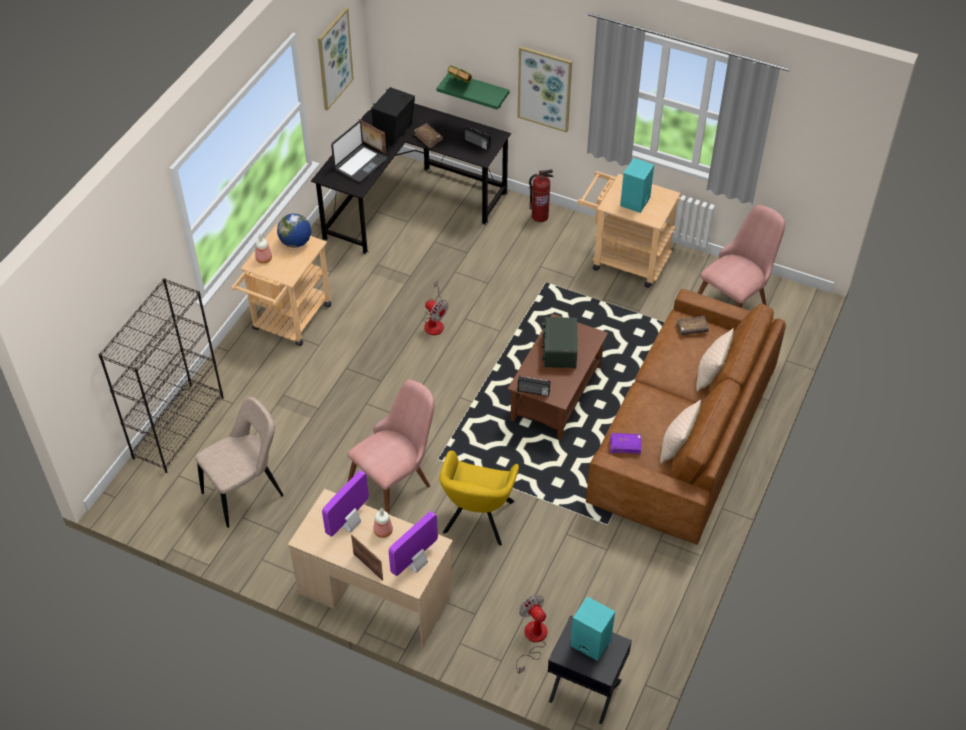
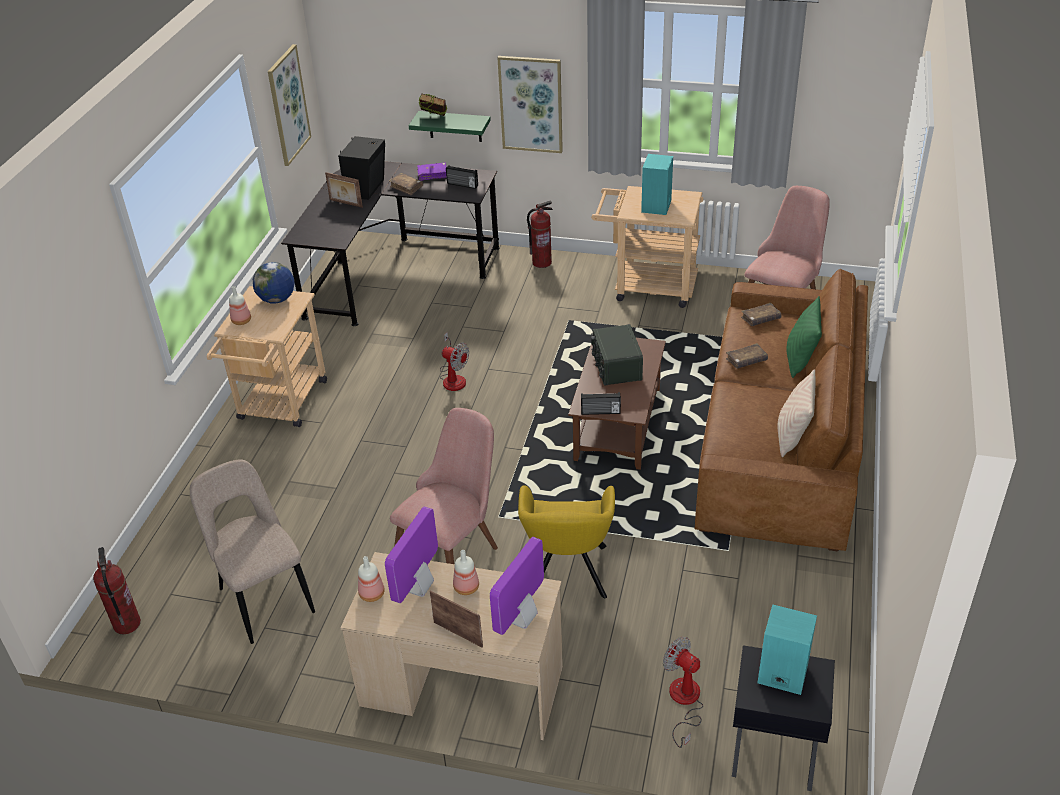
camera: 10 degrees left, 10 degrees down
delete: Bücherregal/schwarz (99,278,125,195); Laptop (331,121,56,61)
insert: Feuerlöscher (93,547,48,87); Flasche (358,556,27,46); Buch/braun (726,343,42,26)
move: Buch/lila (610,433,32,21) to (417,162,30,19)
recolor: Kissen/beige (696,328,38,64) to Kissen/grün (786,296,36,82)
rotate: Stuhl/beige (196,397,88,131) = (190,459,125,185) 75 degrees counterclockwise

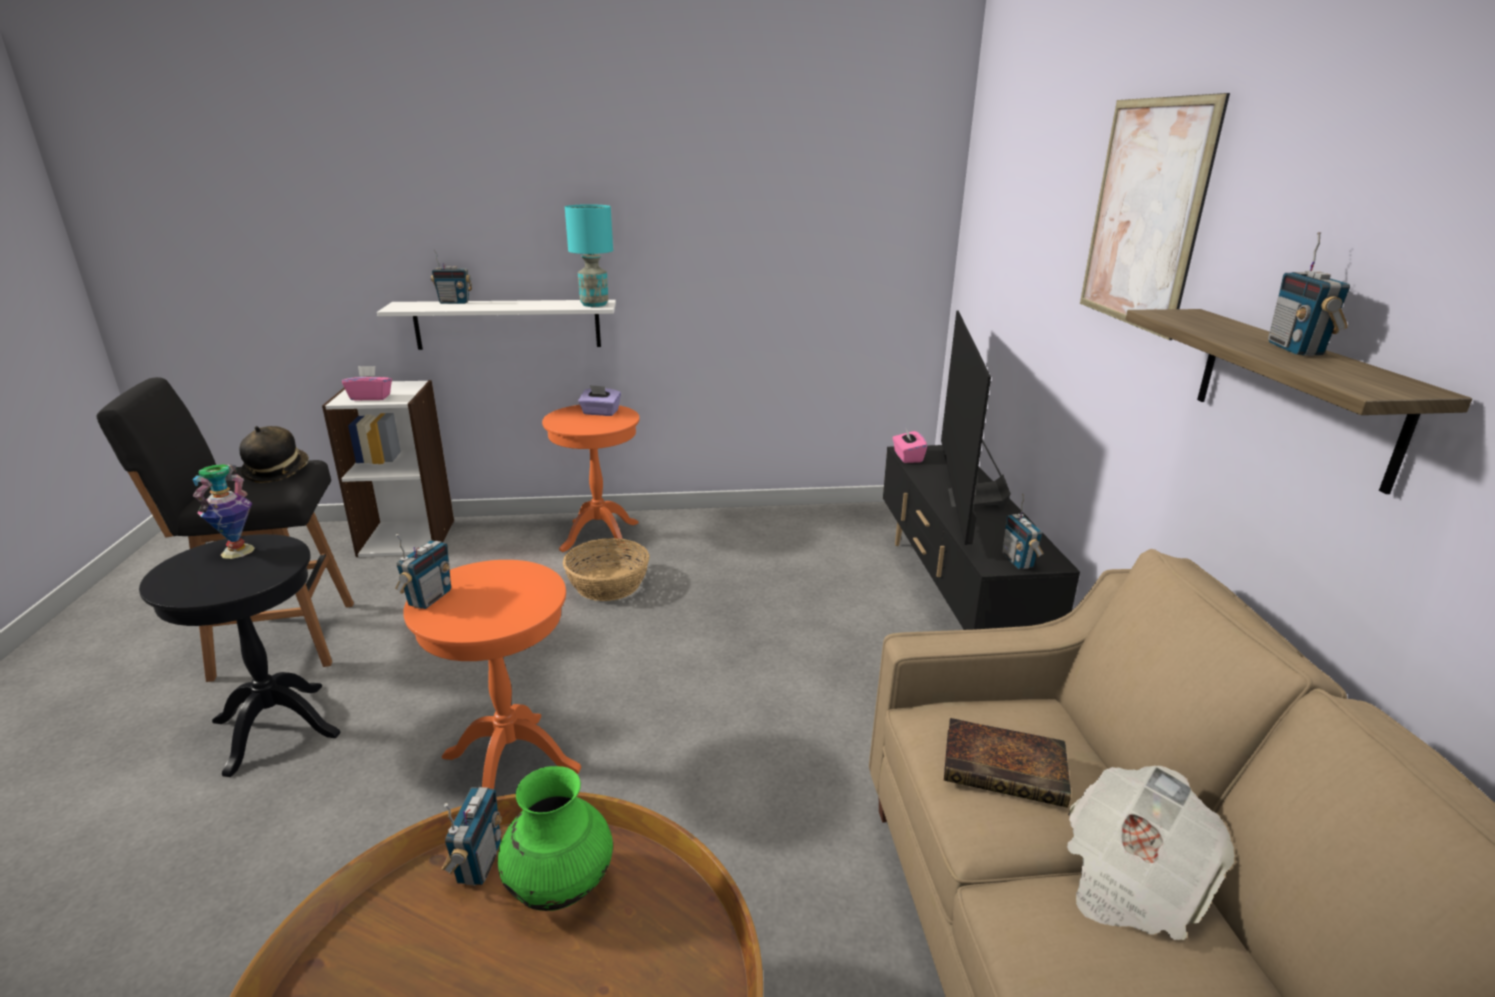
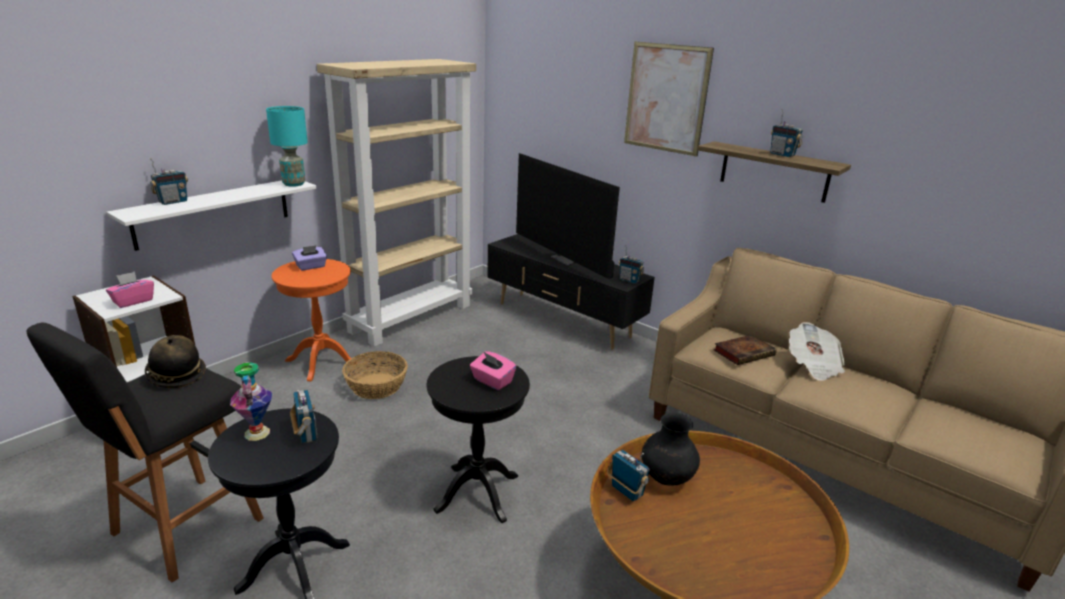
camera: 45 degrees left, 0 degrees up
insert: Bücherregal/beige (317,59,159,288)
move: Radio (395,534,56,75) to (290,390,28,54); Taschentuchbox/rosa (892,428,35,35) to (470,351,46,39)
recolor: Beistelltisch/orange (403,560,178,229) to Beistelltisch/schwarz (427,356,103,167); Vase/grün (498,766,115,145) to Vase/schwarz (641,413,59,72)

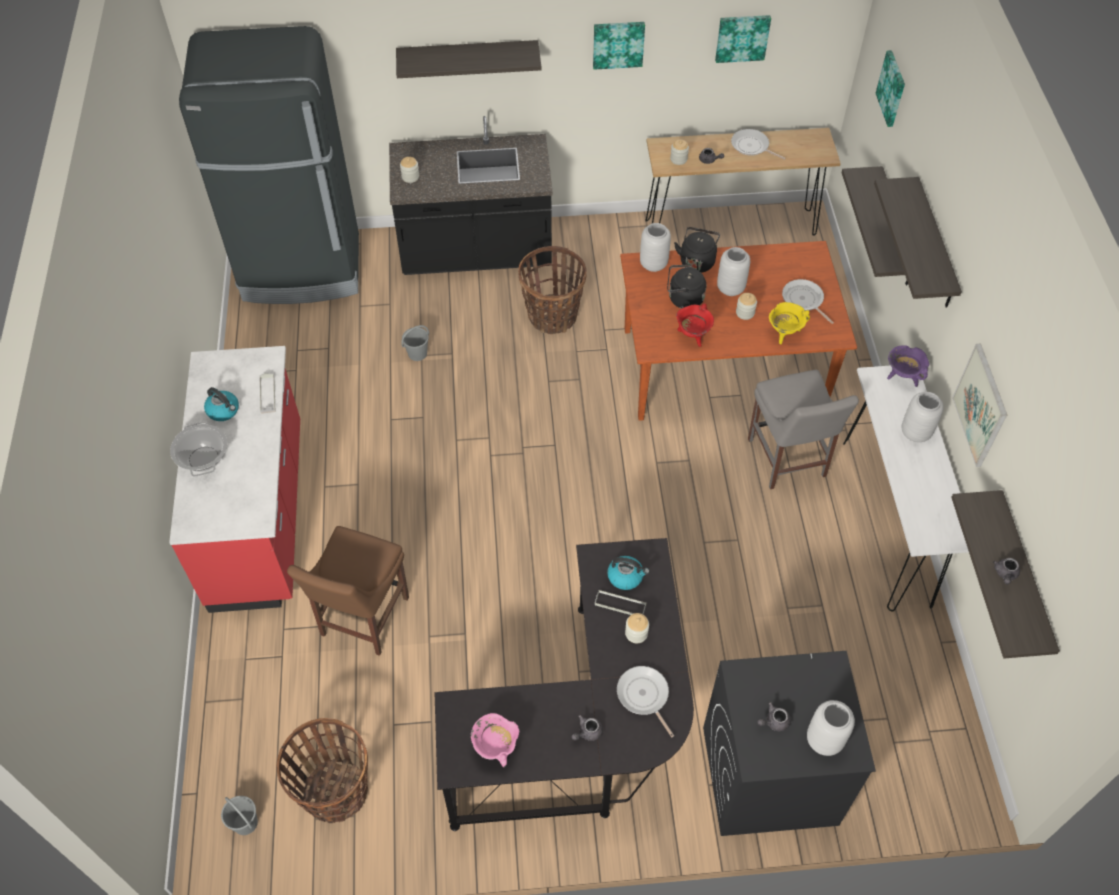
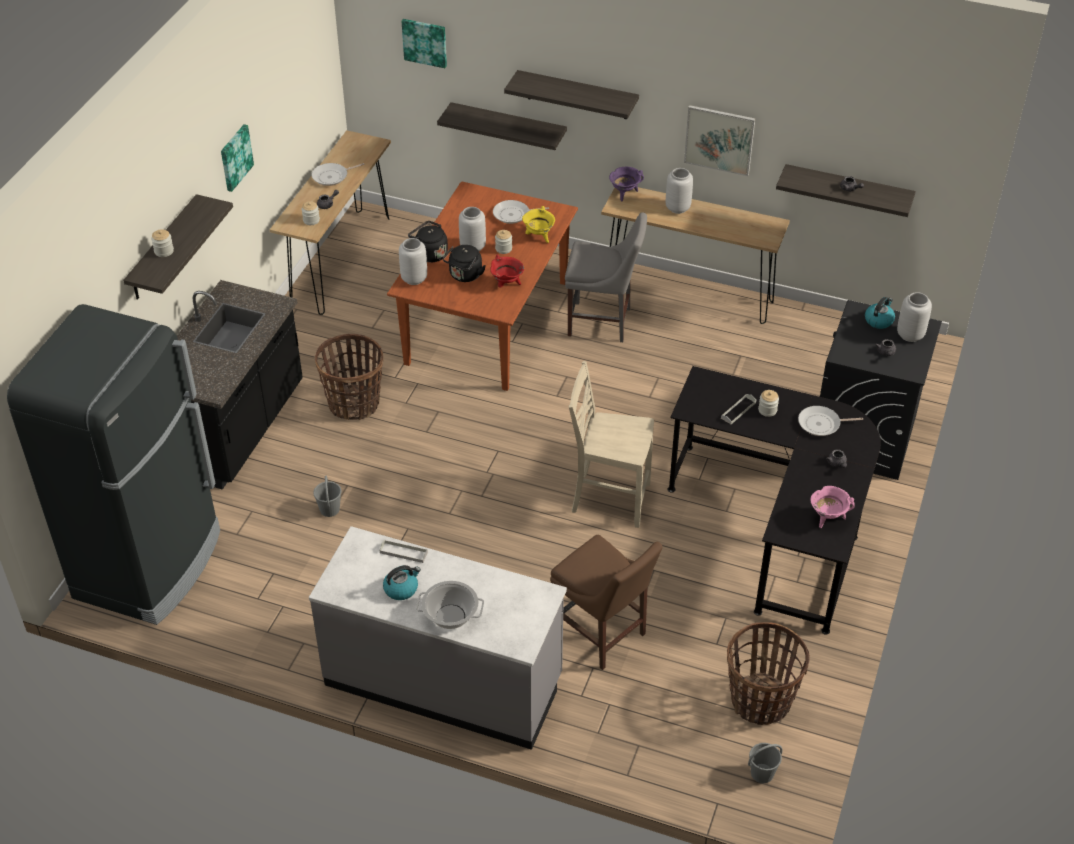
camera: 65 degrees left, 10 degrees down
delete: Bild (715,15,56,48)
insert: Stuhl/beige (569,361,85,167)
move: Vorratsglas (400,157,19,26) to (151,229,23,28); Wasserkessel (607,556,43,34) to (865,297,30,32)
recolor: Küchenzeile/rot (169,346,131,267) to Küchenzeile/grau (309,526,258,224); Konsolentisch/weiß (843,366,126,245) to Konsolentisch/braun (601,187,189,137)

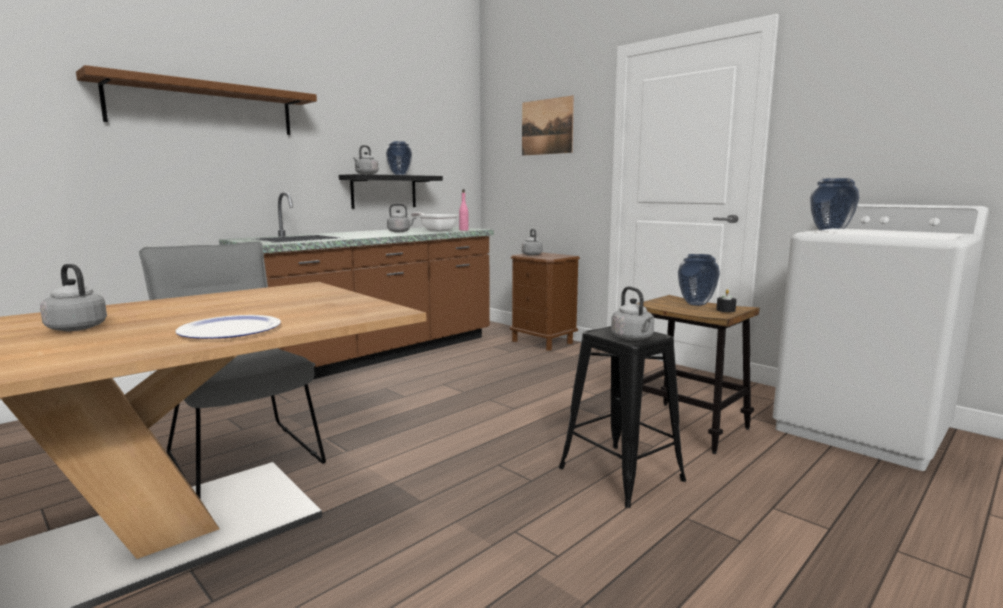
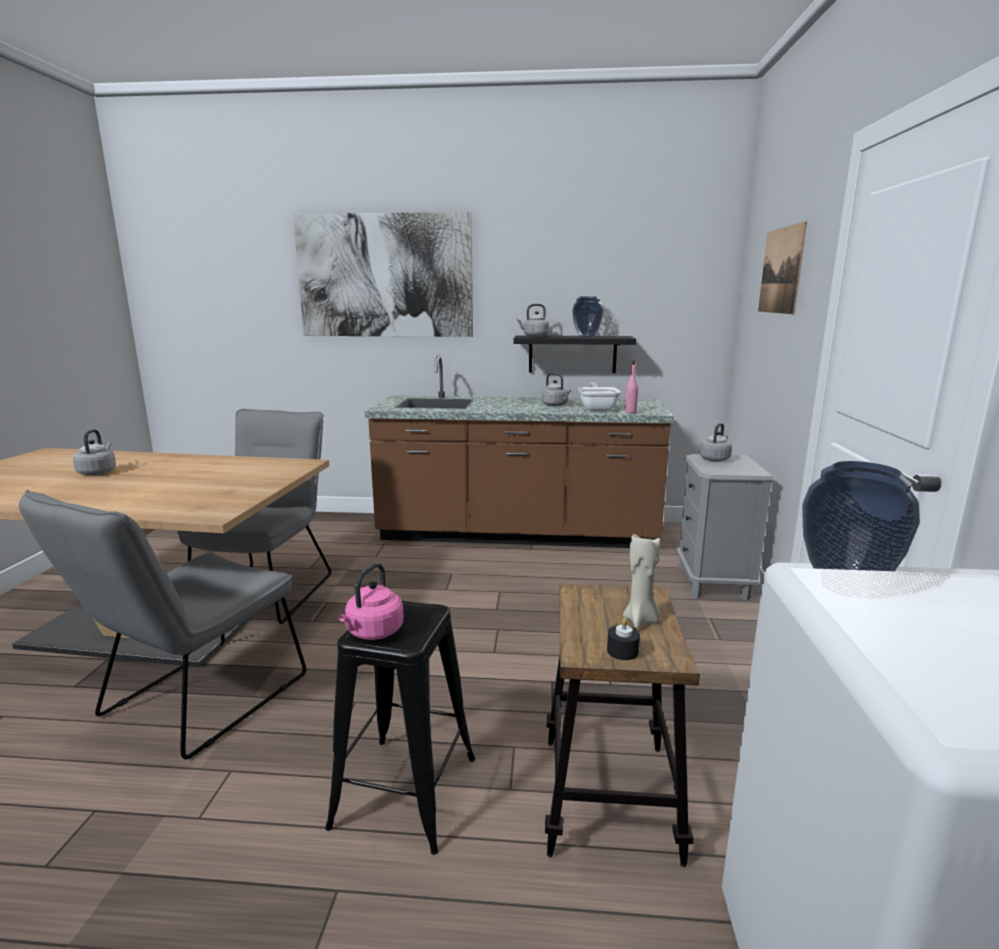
camera: 50 degrees right, 5 degrees up
delete: Teller (175,315,106,24)
insert: Stuhl/grau (19,489,287,270)
replace: Wandregal/braun (76,65,241,70) to Bild (293,212,180,125); Vase (678,254,42,52) to Kerze/beige (623,534,37,94)
recolor: Wasserkessel/grau (611,286,43,54) to Wasserkessel/rosa (338,563,66,77); Nachttisch/braun (510,252,70,99) to Nachttisch/grau (676,454,97,147)

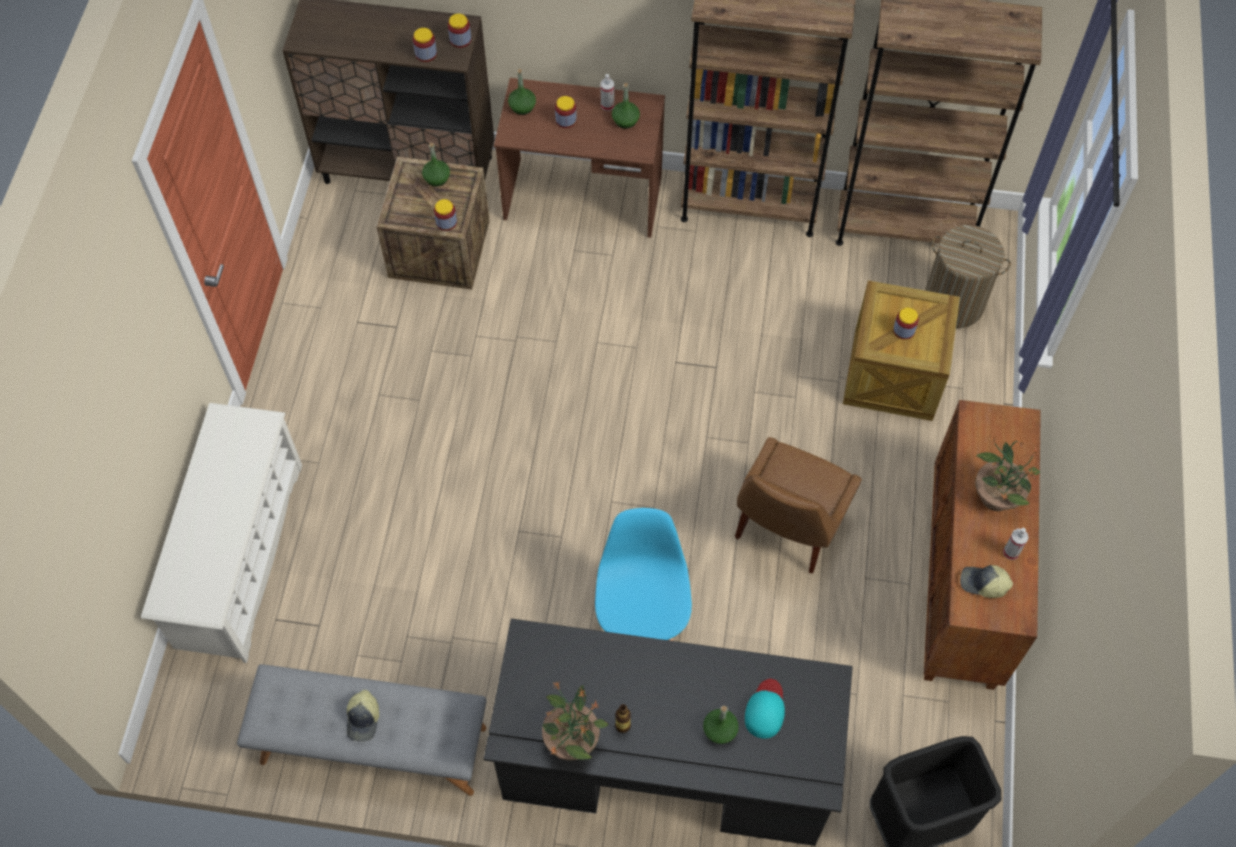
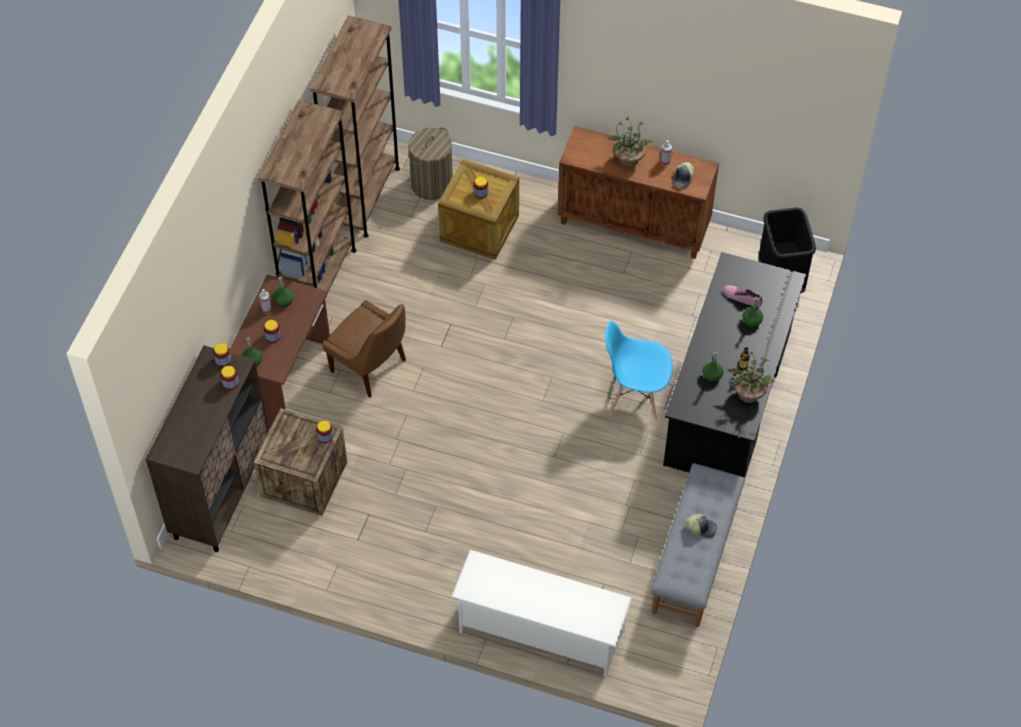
camera: 80 degrees left, 5 degrees down
move: Stuhl/braun (735,437,127,136) to (322,300,84,98); Flasche/grün (422,143,28,44) to (702,352,22,30)
replace: Kappe/türkis (745,679,40,60) to Schuh (724,285,38,22)

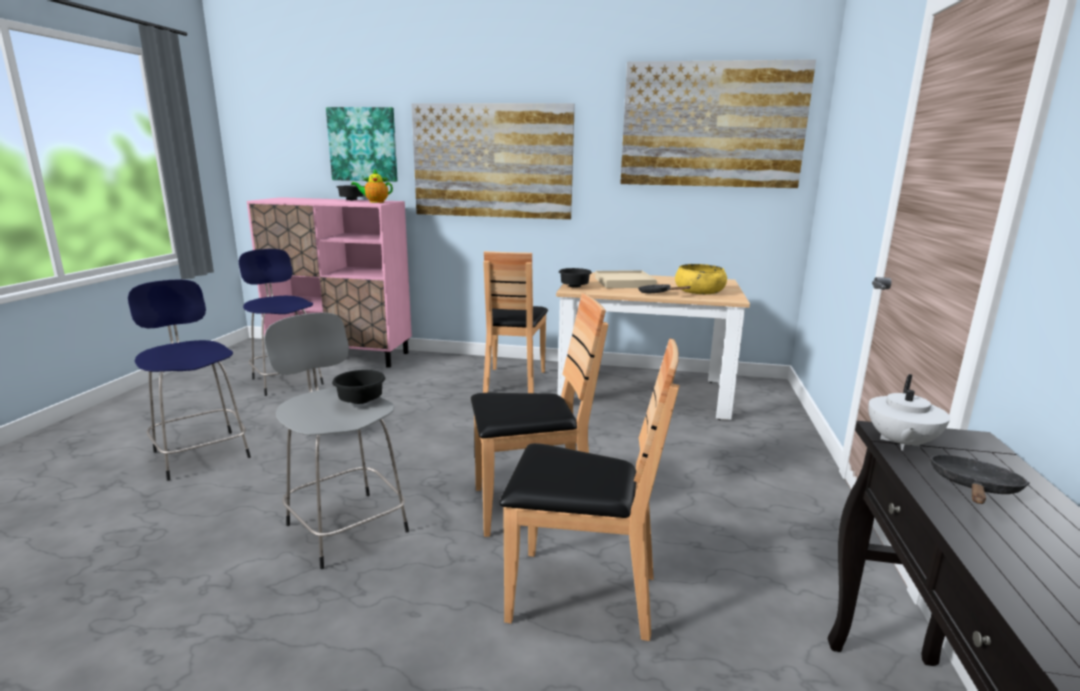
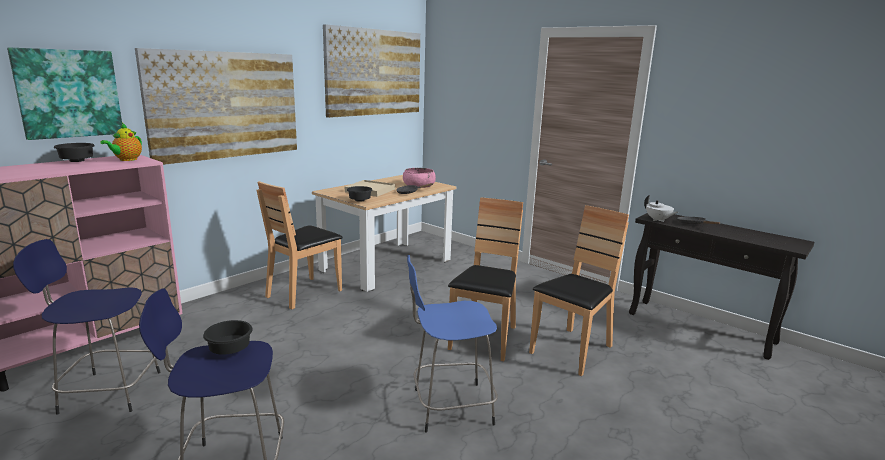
camera: 60 degrees left, 0 degrees up
move: Schüssel/schwarz (332,370,53,34) to (203,320,50,35)
recolor: Schüssel/gelb (675,264,52,30) to Schüssel/rosa (403,168,33,20); Hocker/grau (264,313,145,256) to Hocker/blau (407,255,91,177)
rotate: Stuhl/braun (483,251,65,142) = (257,181,86,128) 90 degrees clockwise

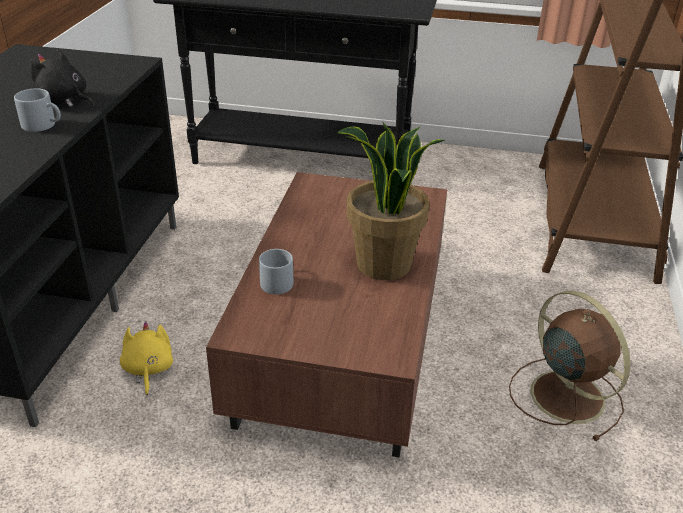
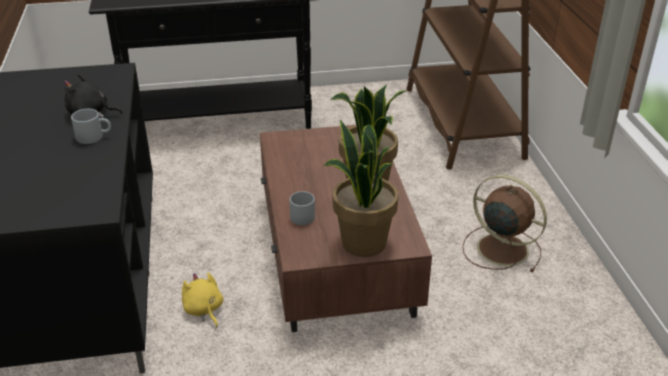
camera: 20 degrees left, 0 degrees up
insert: Topfpflanze (324,120,74,137)

